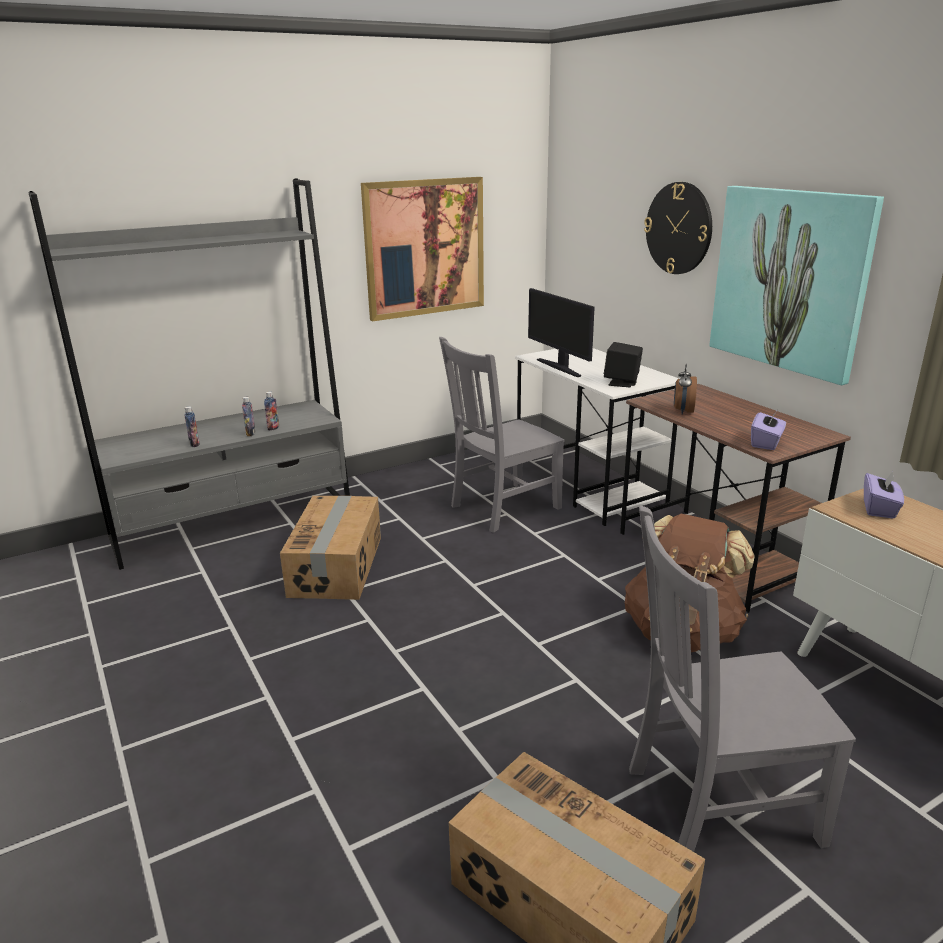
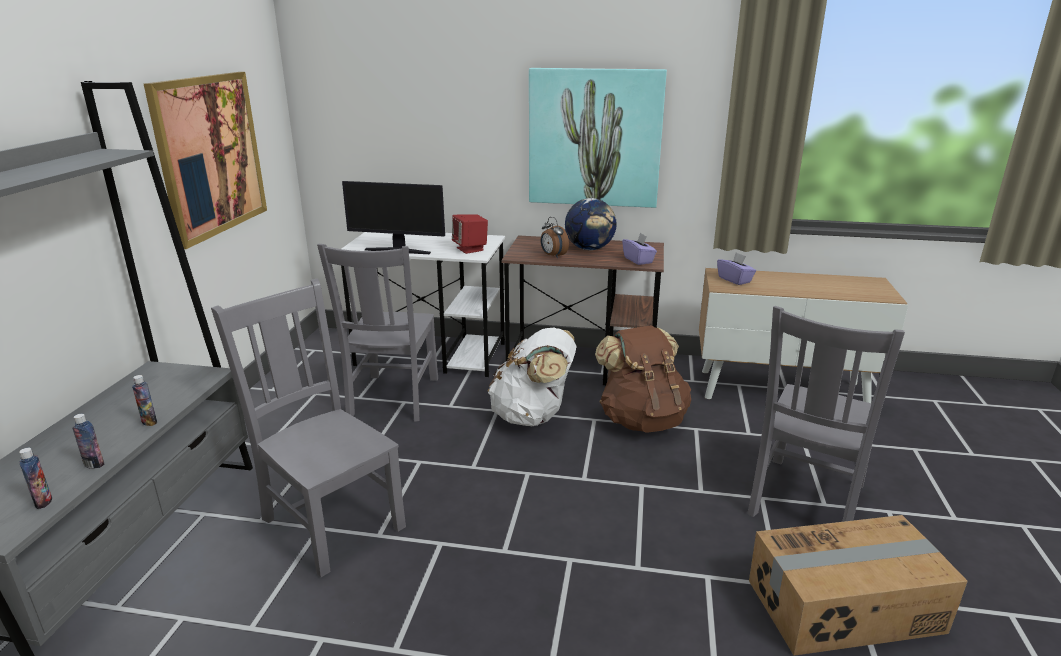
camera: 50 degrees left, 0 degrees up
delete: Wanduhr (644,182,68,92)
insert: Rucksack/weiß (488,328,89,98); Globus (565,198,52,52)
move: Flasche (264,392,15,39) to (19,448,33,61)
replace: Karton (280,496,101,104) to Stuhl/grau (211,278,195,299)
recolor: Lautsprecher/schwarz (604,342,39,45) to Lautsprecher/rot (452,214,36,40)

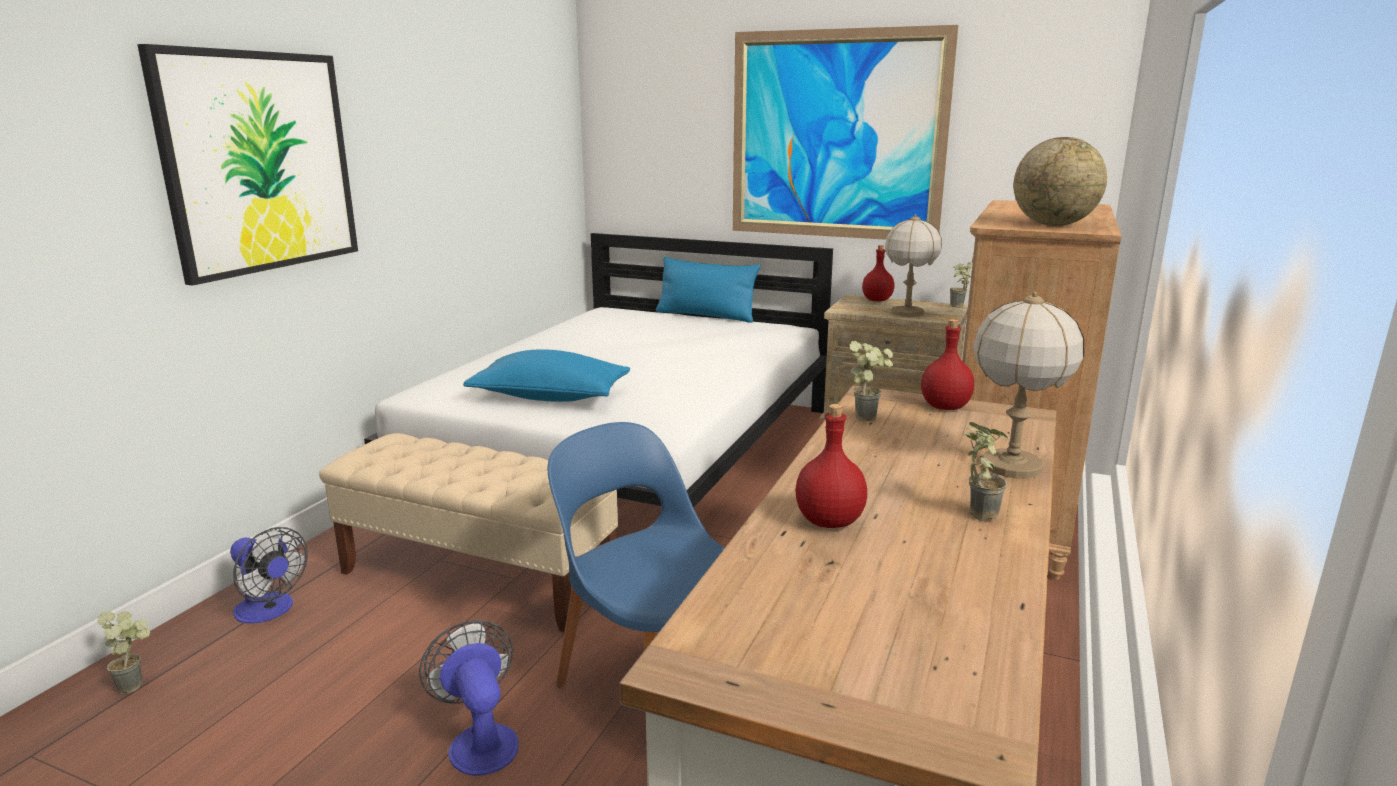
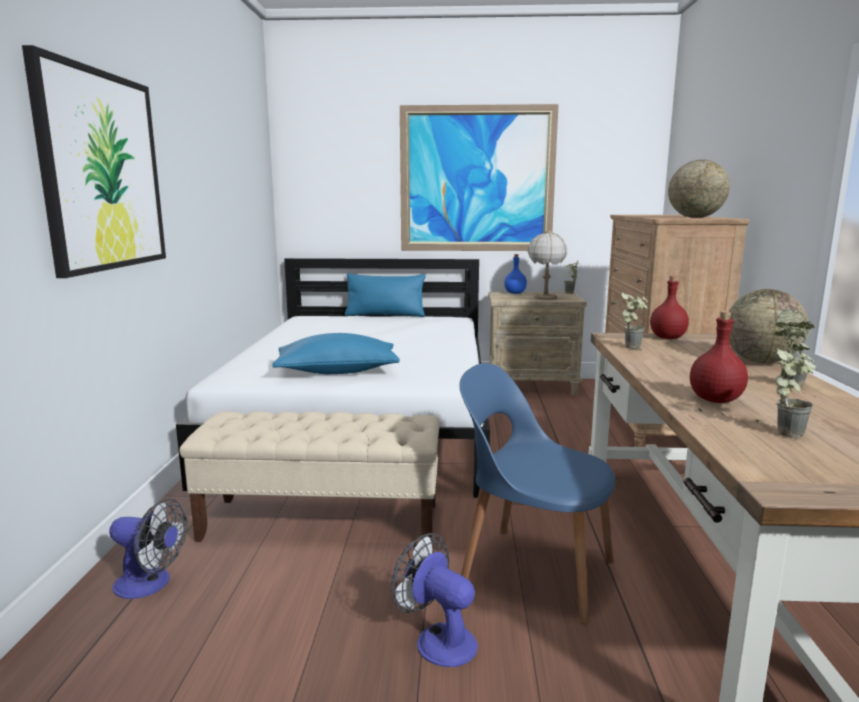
camera: 20 degrees left, 5 degrees down
move: Topfpflanze (98,611,52,83) to (775,348,41,90)
replace: Tischlampe (973,291,111,187) to Globus (729,289,80,74)
recolor: Flasche/rot (862,245,33,57) to Flasche/blau (504,254,23,40)

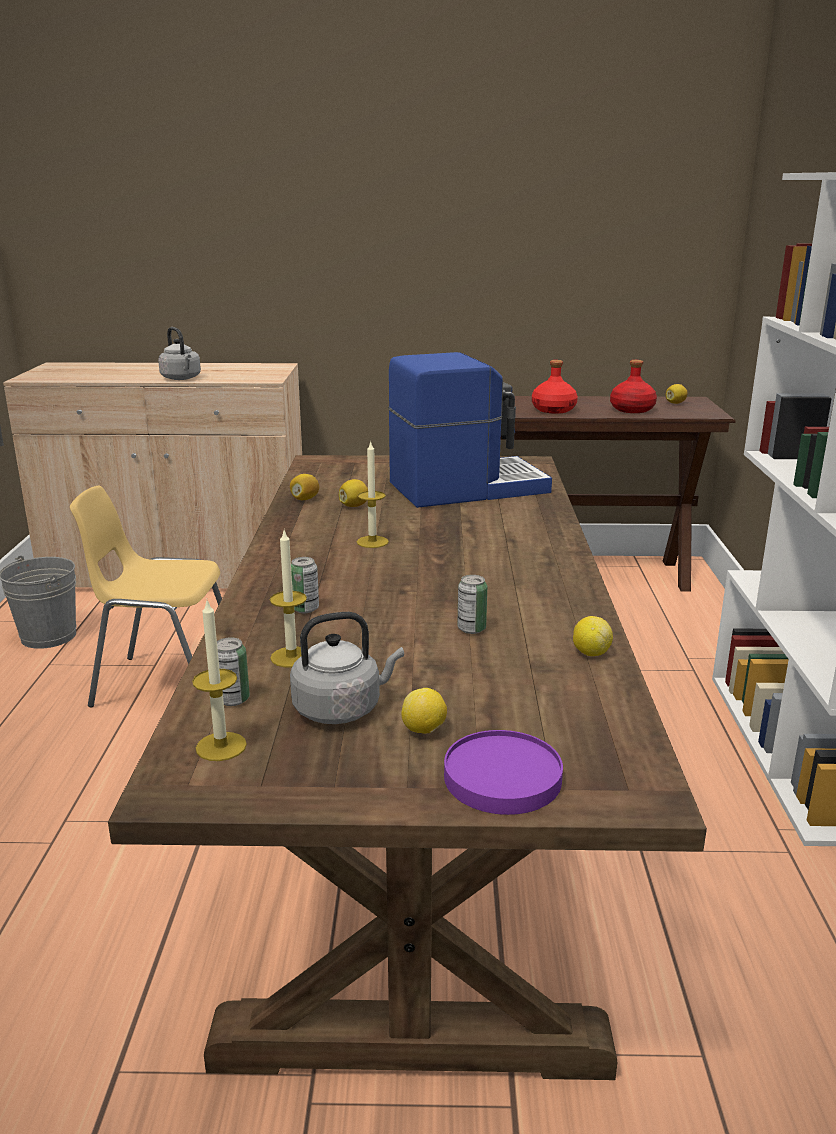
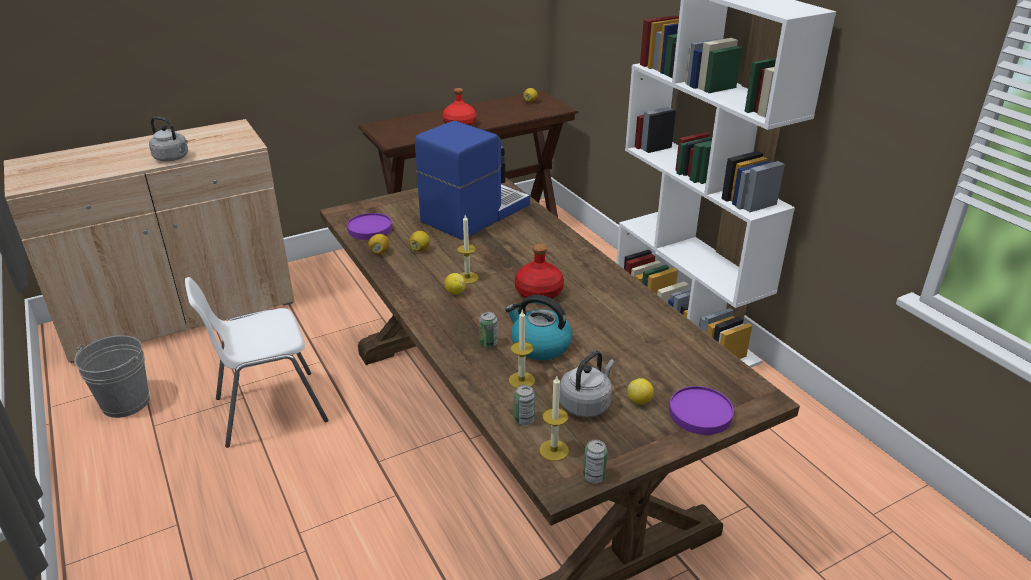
camera: 30 degrees left, 10 degrees up
insert: Teller/lila (347,213,45,27); Wasserkessel (505,295,67,65)
move: Zitrone (573,616,40,40) to (444,273,22,22); Flasche/rot (610,360,47,53) to (515,244,49,55); Dose (457,575,30,59) to (583,439,25,44)
recolor: Stuhl/gelb (70,486,152,221) to Stuhl/weiß (185,277,143,171)

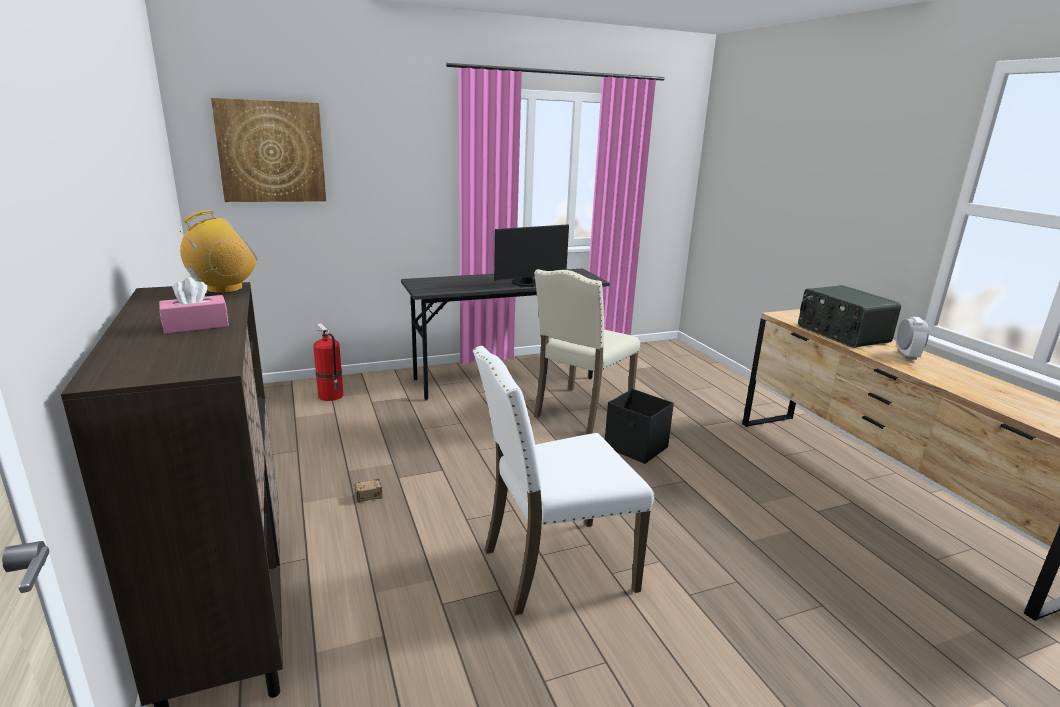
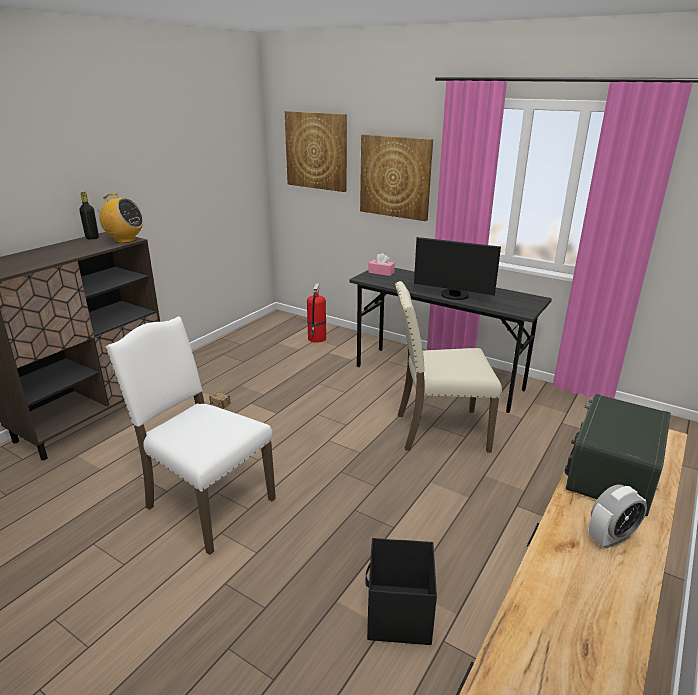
camera: 55 degrees right, 5 degrees up
insert: Flasche/schwarz (79,191,20,48); Bild (360,134,73,87)
move: Aufbewahrungsbox/schwarz (605,389,69,75) to (365,538,72,107); Taschentuchbox/rosa (159,277,70,57) to (368,253,27,23)

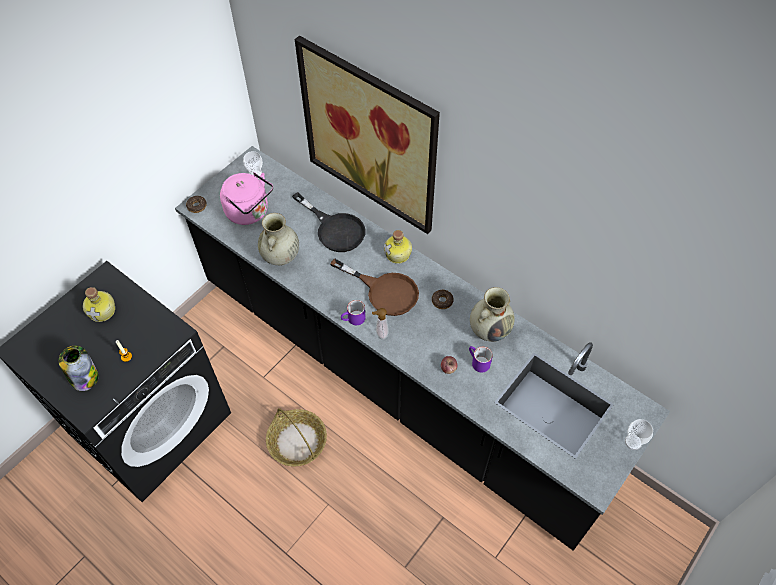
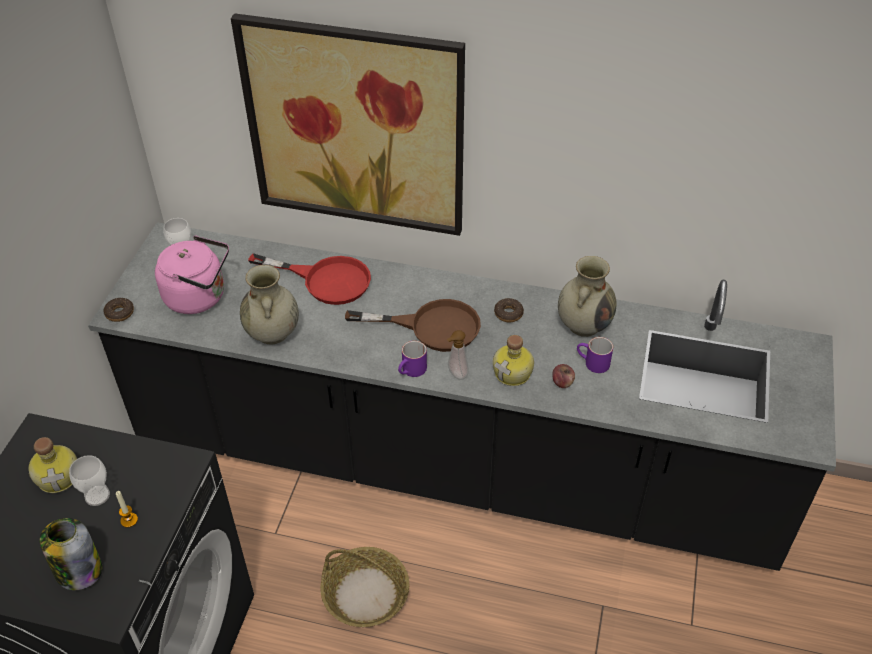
camera: 25 degrees left, 10 degrees down
move: Tasse (625,419,28,31) to (69,455,41,51); Flasche (384,230,28,34) to (493,335,41,51)
recolor: Pfanne/schwarz (292,192,73,60) to Pfanne/rot (248,253,123,52)

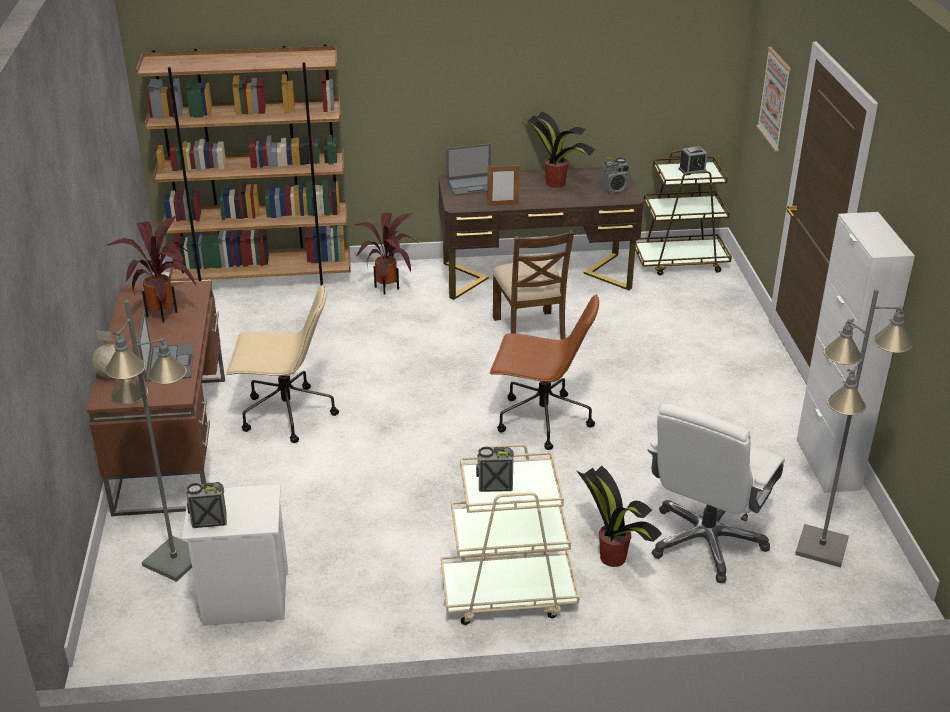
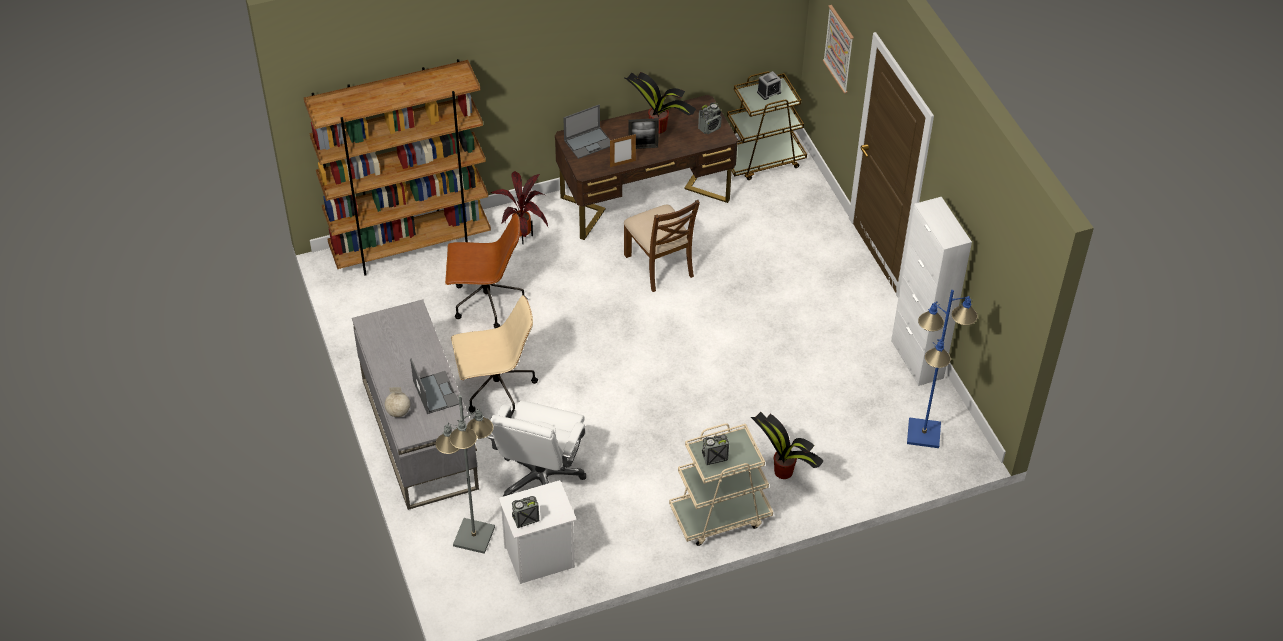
camera: 15 degrees left, 15 degrees up
delete: Topfpflanze (107,216,89,106)
insert: Bilderrahmen (629,118,30,31)
move: Bürostuhl/braun (490,294,109,156) to (445,213,83,115); Bürostuhl/weiß (648,403,137,180) to (488,400,98,97)
recolor: Schreibtisch/braun (87,280,138,236) to Schreibtisch/grau (352,299,127,211); Stehlampe/grau (795,289,118,278) to Stehlampe/blau (907,290,71,158)

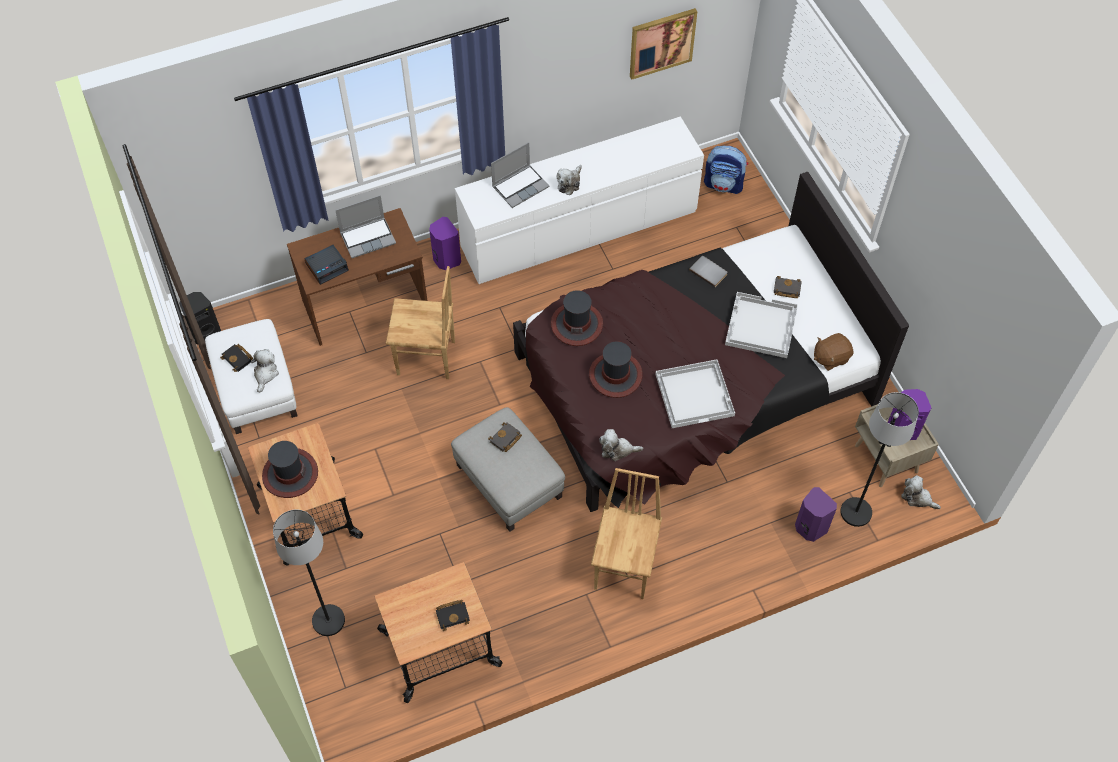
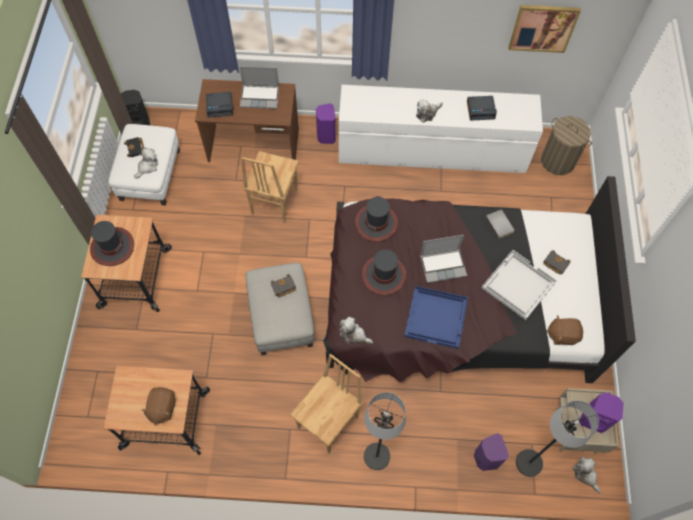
camera: 25 degrees right, 5 degrees up
insert: Wecker (467,96,30,25)
move: Stehlampe/schwarz (273,510,72,126) to (364,392,42,78); Laptop (491,142,58,66) to (420,235,47,48)
replace: Buch/schwarz (436,600,34,31) to Plüschtier/braun (141,387,34,38); Rucksack (704,146,44,48) to Wäschekorb (541,116,51,59)
recolor: Tablett/weiß (655,359,80,69) to Tablett/blau (404,286,64,63)
rotate: Stuhl/braun (386,266,69,113) = (241,151,58,72) 75 degrees clockwise

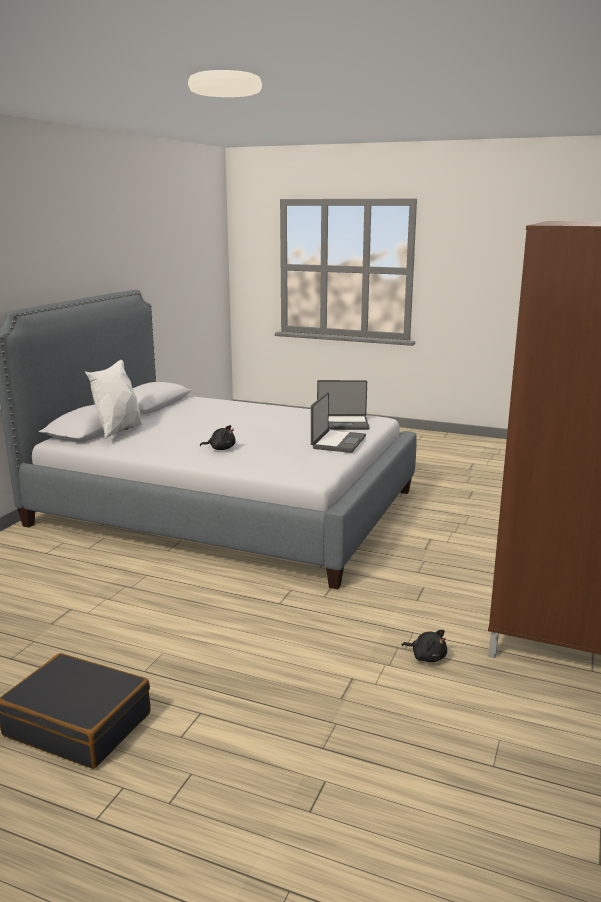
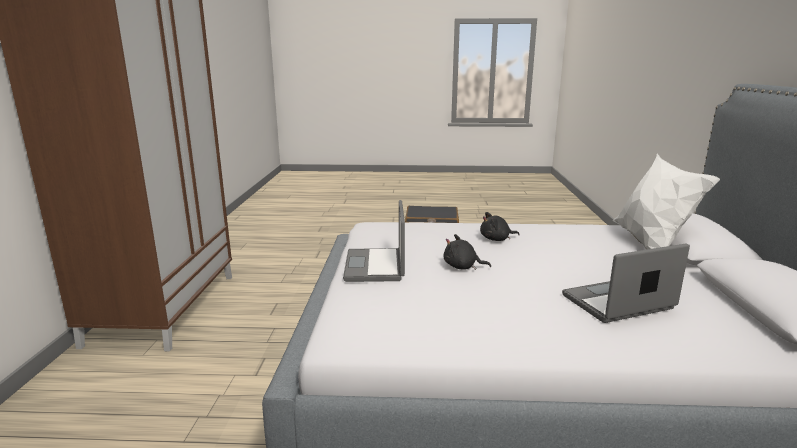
camera: 160 degrees right, 0 degrees up
move: Plüschtier/schwarz (401,630,46,32) to (444,234,47,36); Laptop (317,380,52,50) to (562,243,128,80)

